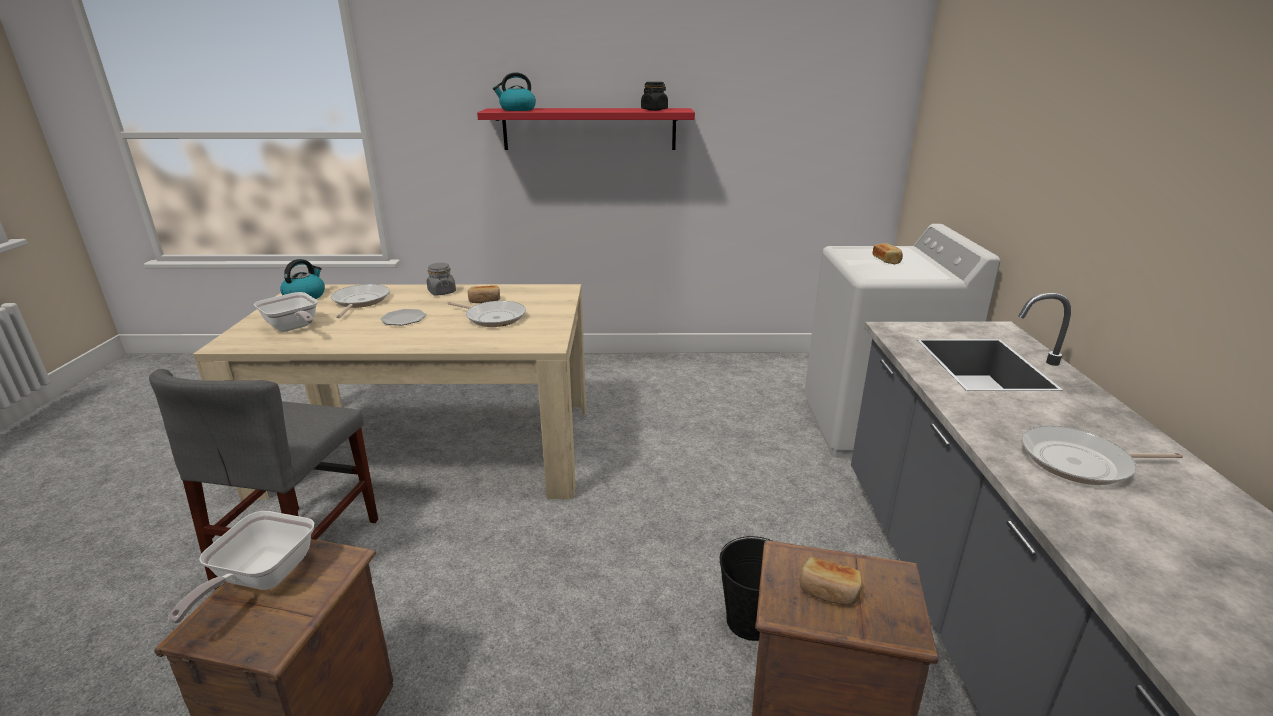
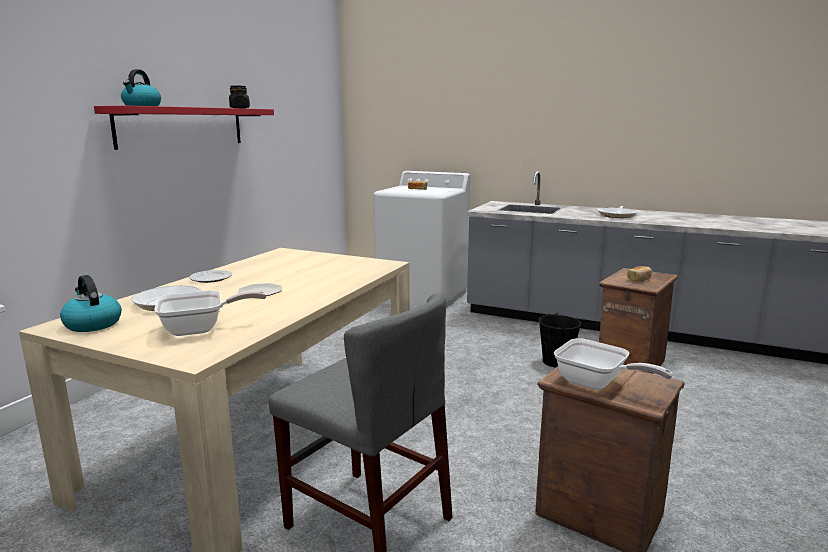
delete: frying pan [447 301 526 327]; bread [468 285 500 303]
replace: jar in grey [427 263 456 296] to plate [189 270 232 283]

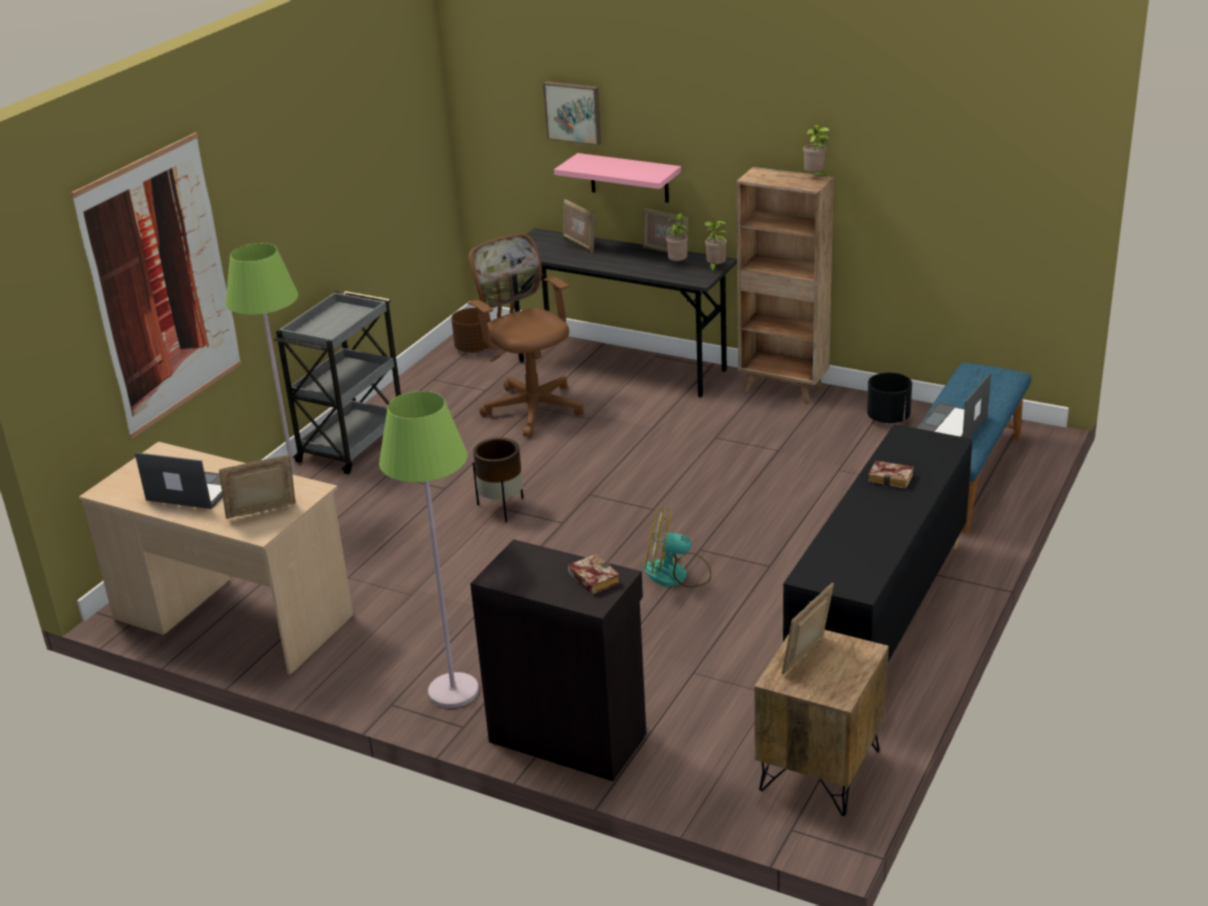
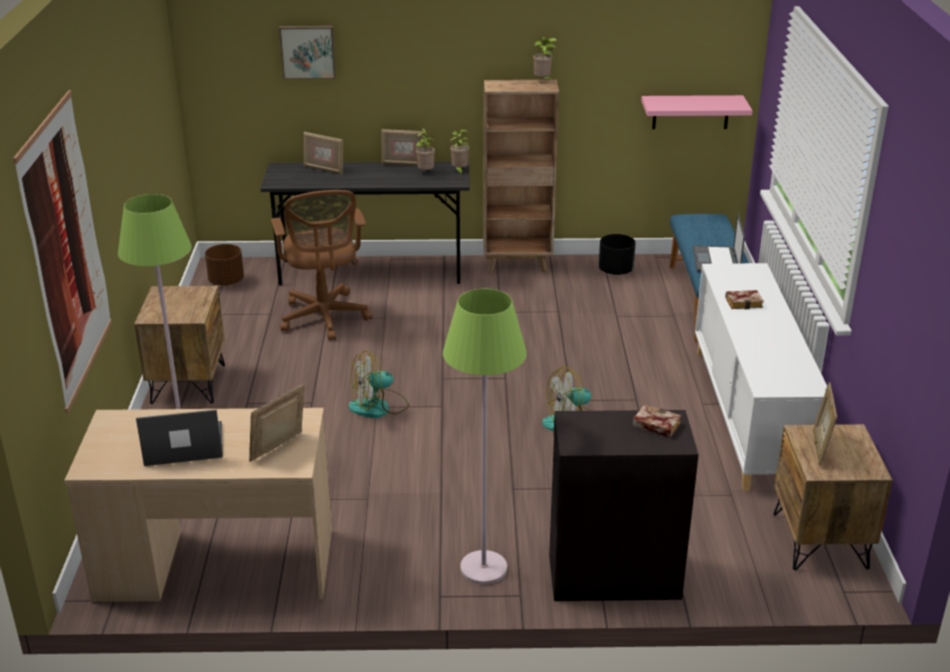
move: shelf in pink [554 153 681 203] to [641 95 753 129]
replace: cart in grey [274 291 401 474] to nightstand in brown [134 286 225 404]; planter in brown [473 438 523 522] to fan [348 351 409 418]
recolor: cabinet in black [783 424 973 662] to cabinet in white [695 263 827 491]
rotate: office chair in brown [468 234 584 438] = [271 190 372 341] 135 degrees counterclockwise

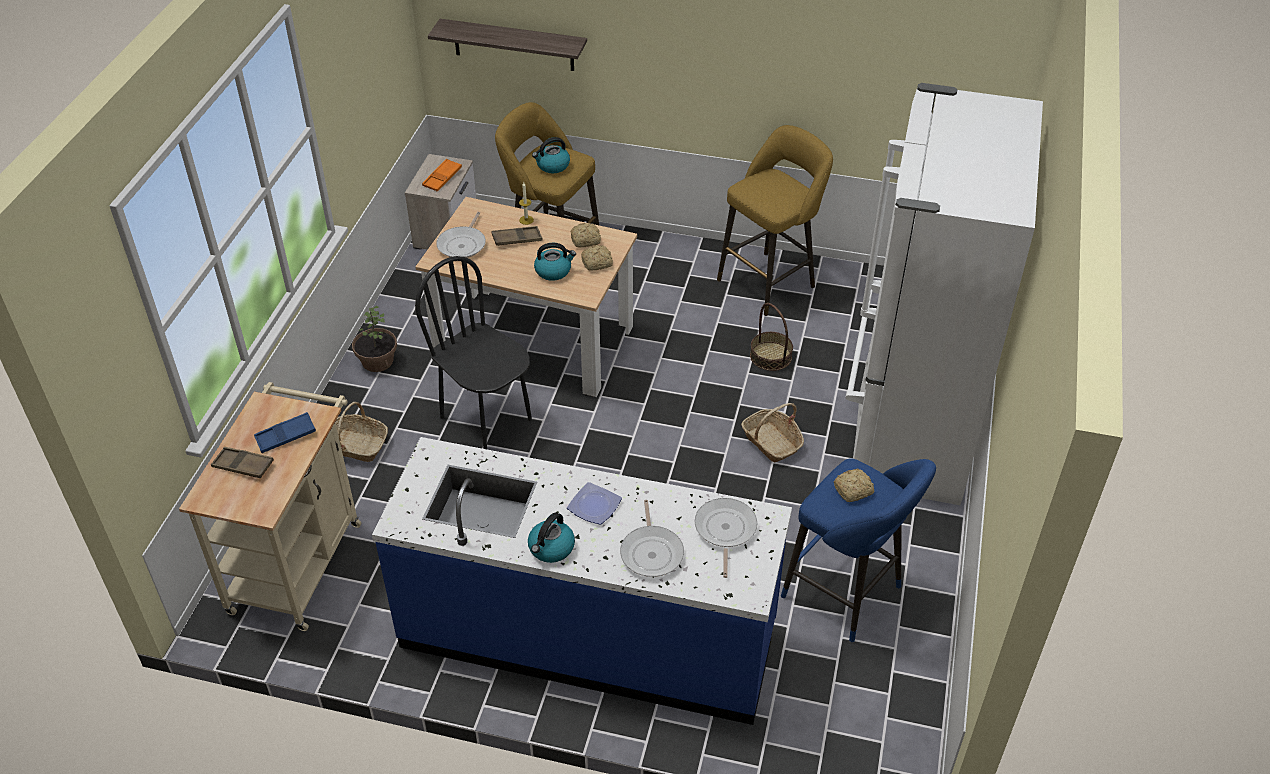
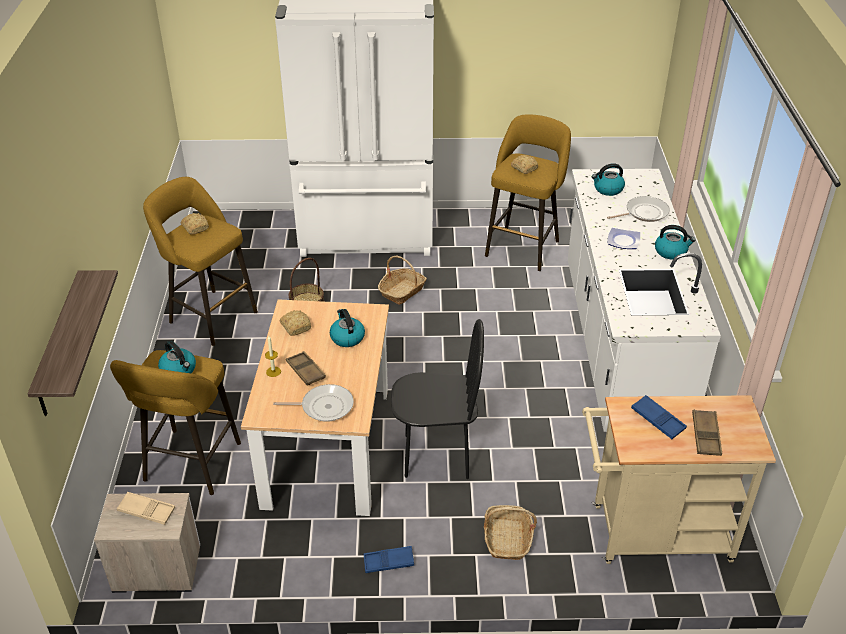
move: bread [581 245 613 271] to [181 213 209 235]
replace: potted plant [352 306 397 372] to tray in blue [364 546 414 573]; frying pan [695 498 758 578] to kettle [592 163 625 196]
recolor: tray in orange [422 159 462 191] to tray in beige [117 492 175 525]; stool in blue [781 458 936 642] to stool in yellow [485 114 571 271]; counter in blue [372 437 792 725] to counter in white [568 169 721 432]
rotate: chair in black [415 256 532 449] = [391 319 484 479] 120 degrees counterclockwise

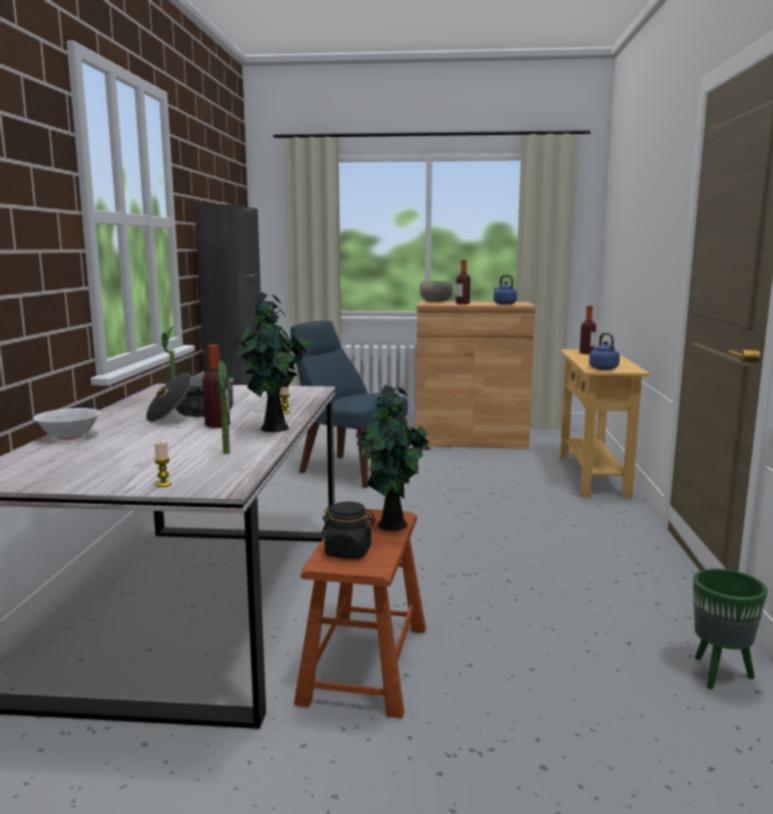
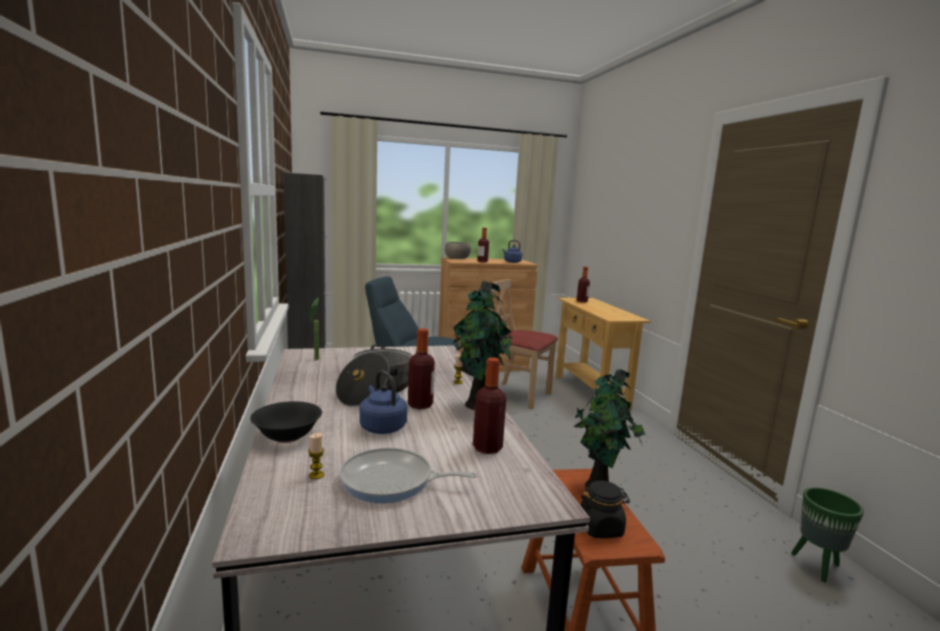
insert: frying pan [339 448 478 503]; chair in beige [490 279 558 409]
move: candle [154 441 172 487] to [308 433 324 479]; kettle in blue [589 333 620 370] to [359 371 407 434]
replace: potted plant [217 360 236 454] to bottle [473 357 506 454]
recolor: bowl in white [33 408 101 440] to bowl in black [250 401 322 443]

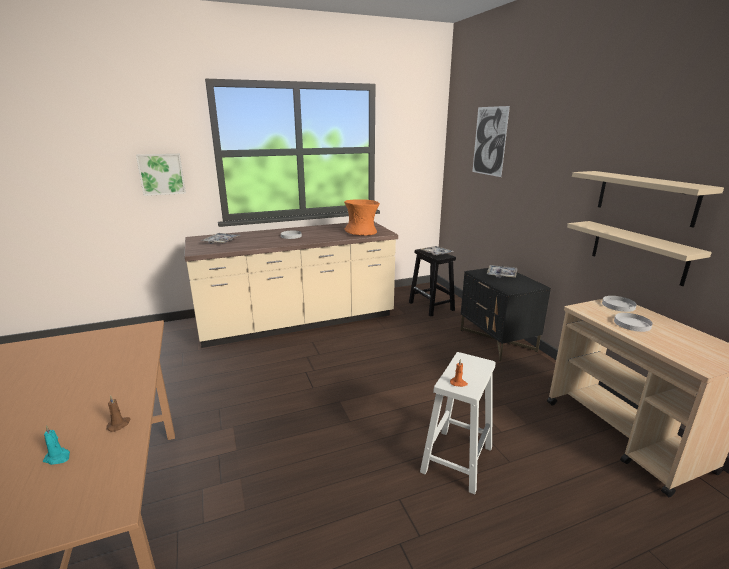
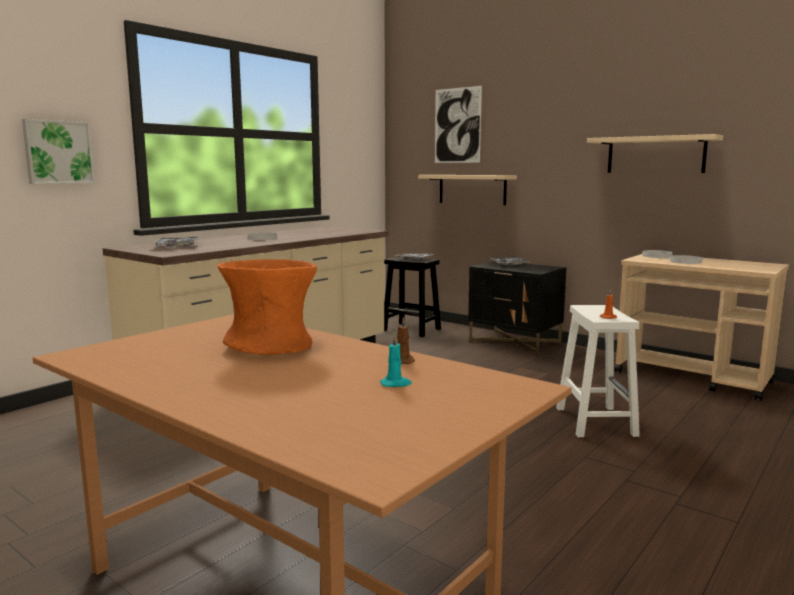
move: vase in orange [344 199 380 236] to [217 259 317 355]; shelf in beige [567 221 712 286] to [418 175 517 205]

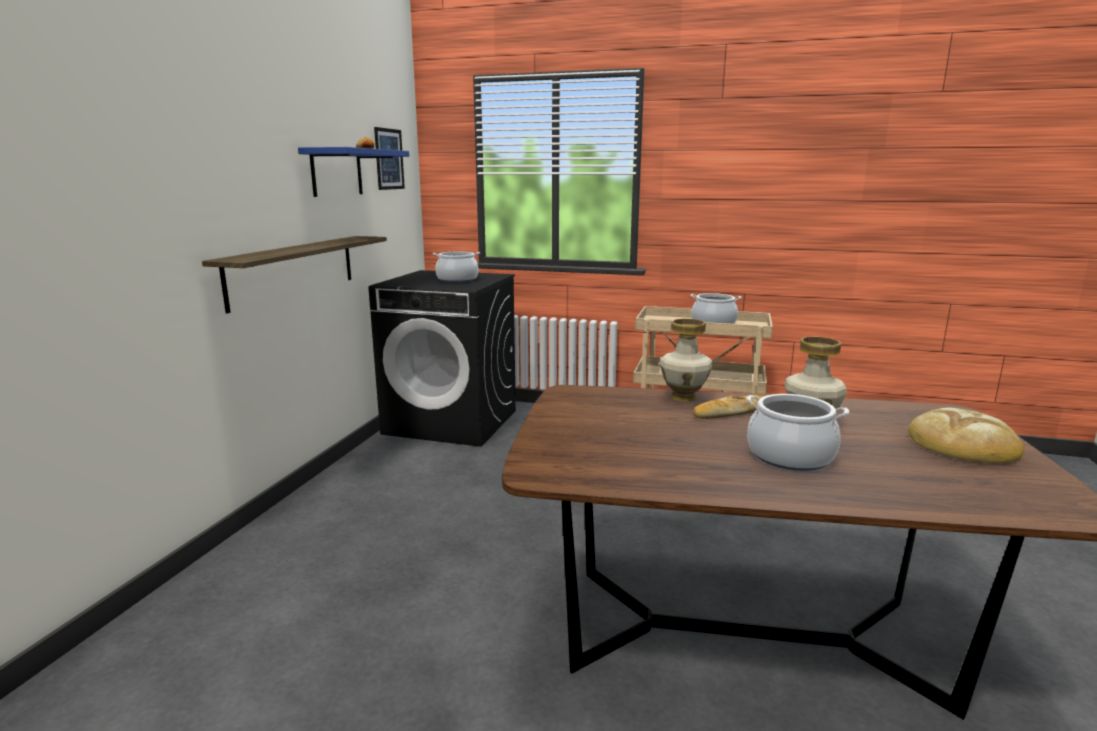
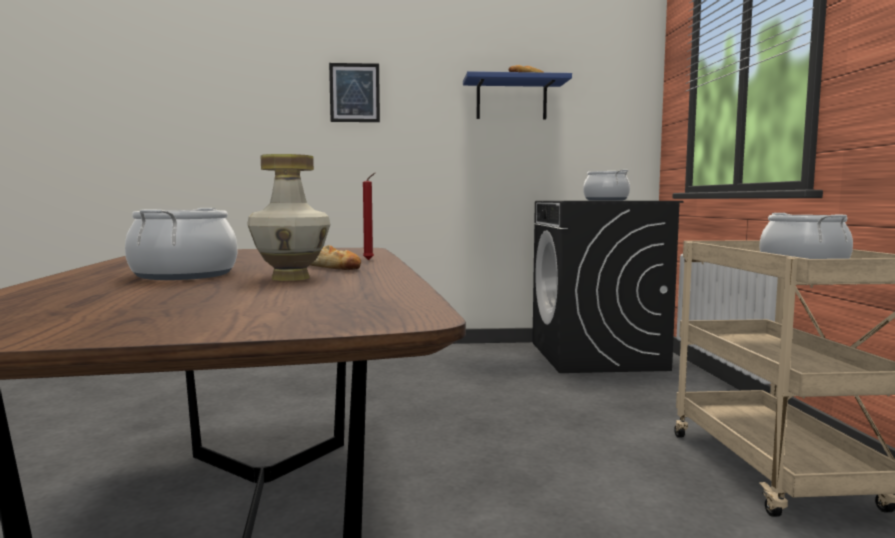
delete: shelf [202 236 387 313]; bread [909 408 1024 463]
move: picture [374 127 405 190] to [329 63 380 122]
replace: vase [659 318 713 402] to candle in red [363 173 375 260]

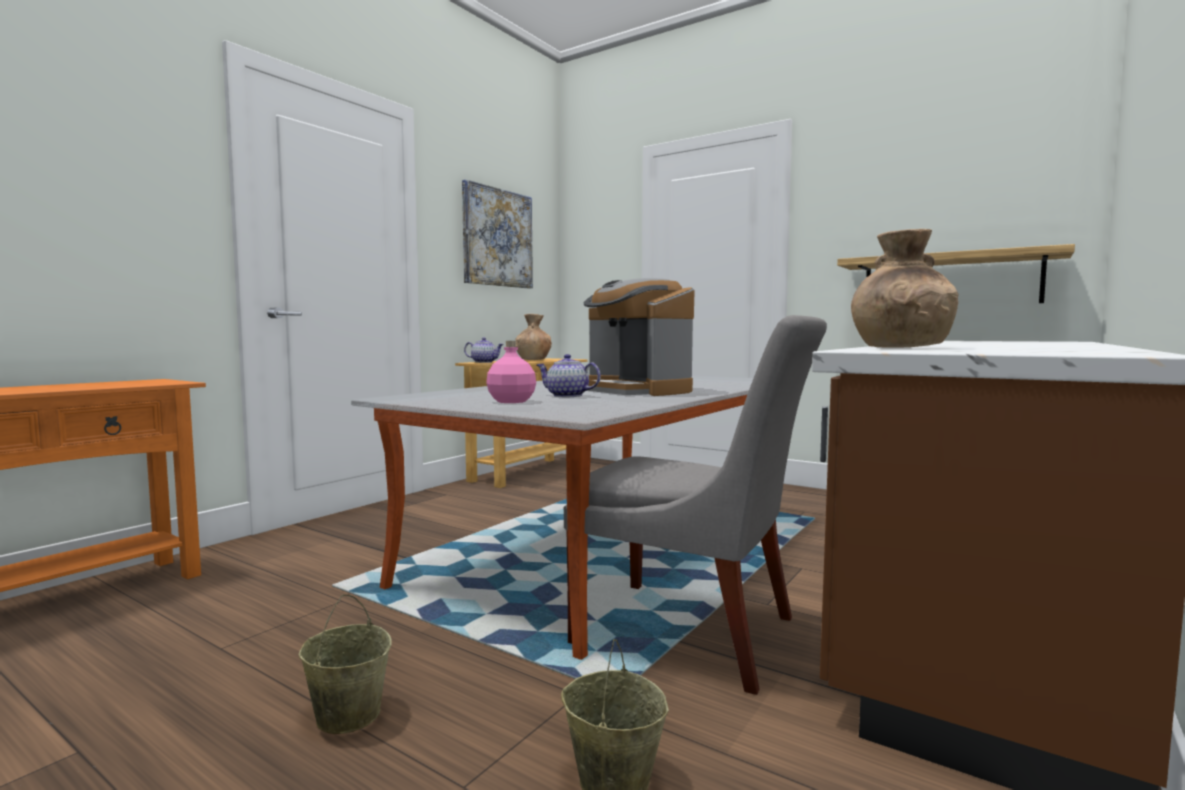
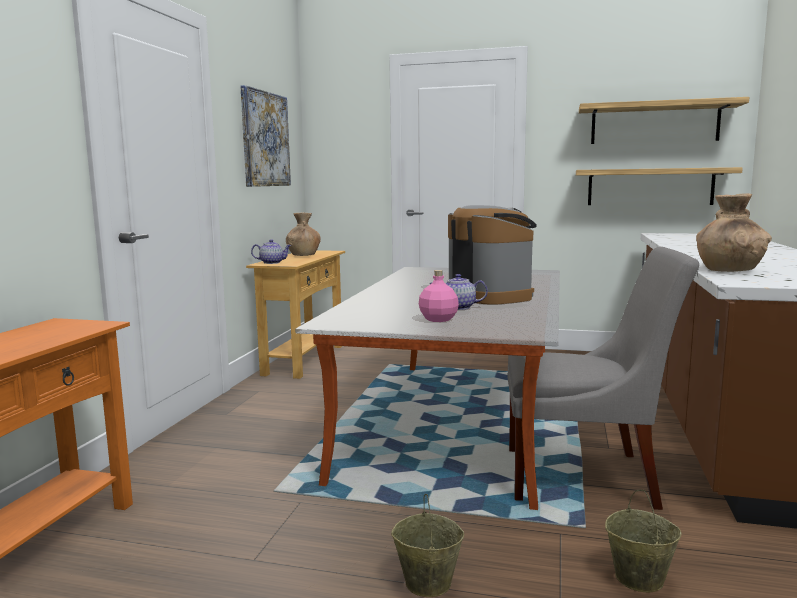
insert: shelf [579 97 749 144]
rotate: coffee machine [583 278 694 396] = [448 205 537 305] 150 degrees counterclockwise

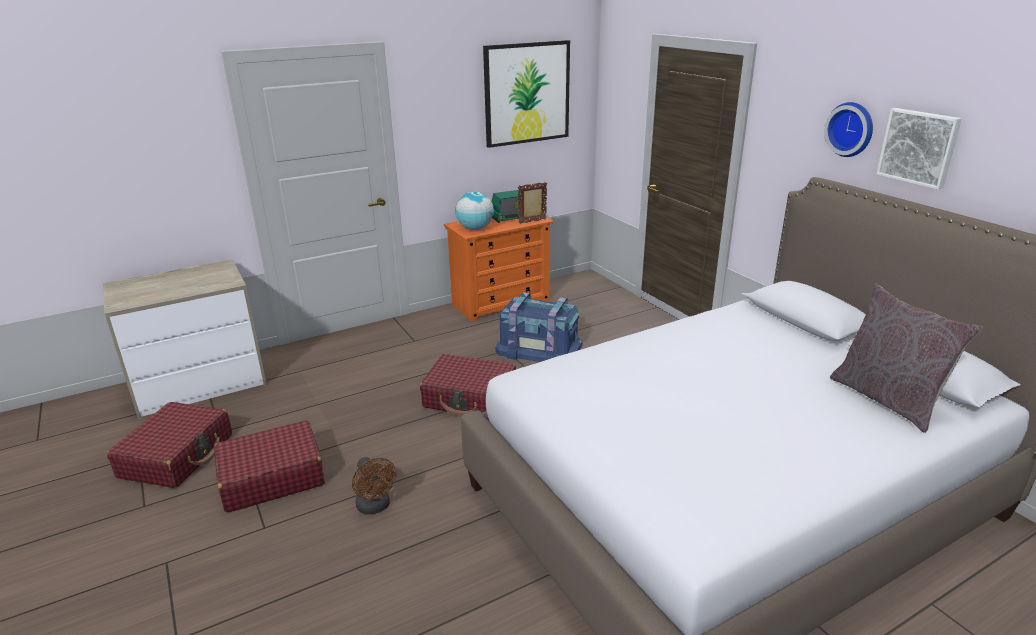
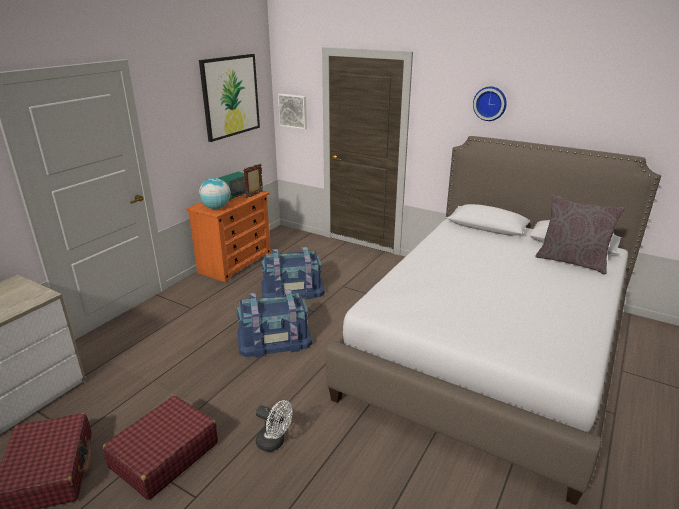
move: picture [876 108 962 189] to [278 94 307 129]
replace: suitcase in red [420 354 516 417] to storage box in blue [237 289 312 357]
recolor: fan in brown [352 457 397 515] to fan in white [256 400 293 452]

